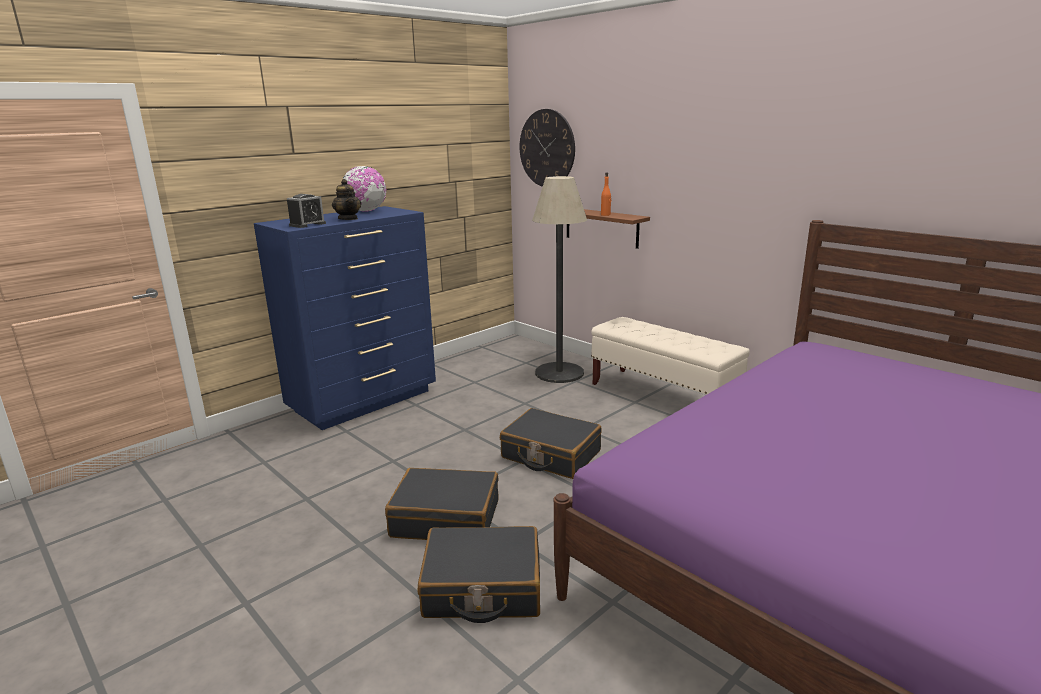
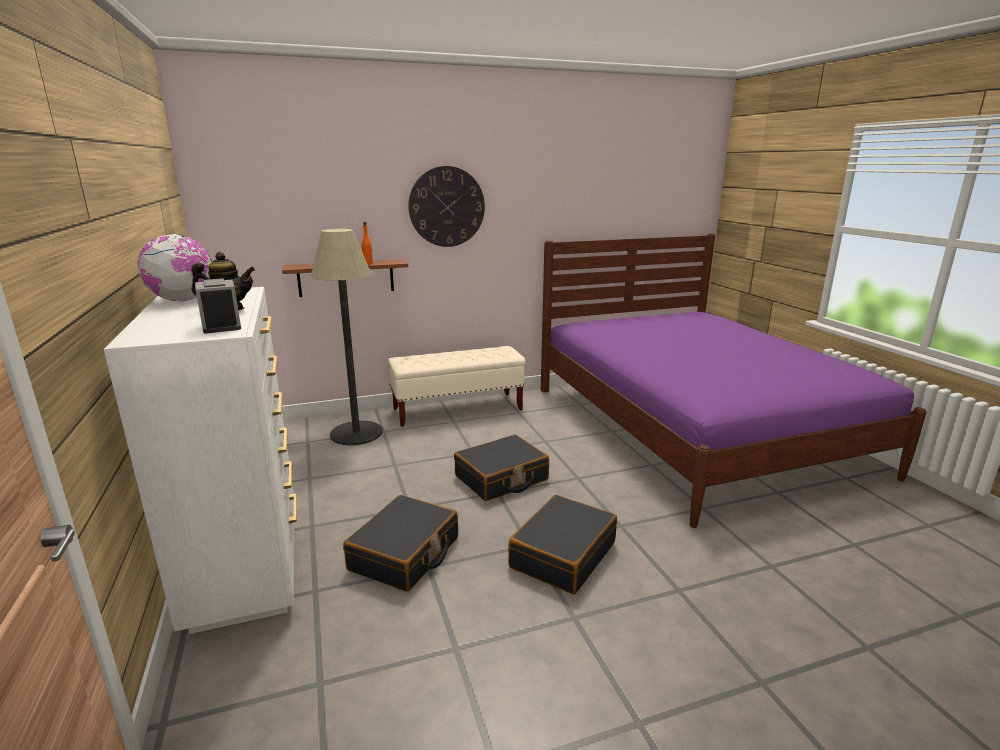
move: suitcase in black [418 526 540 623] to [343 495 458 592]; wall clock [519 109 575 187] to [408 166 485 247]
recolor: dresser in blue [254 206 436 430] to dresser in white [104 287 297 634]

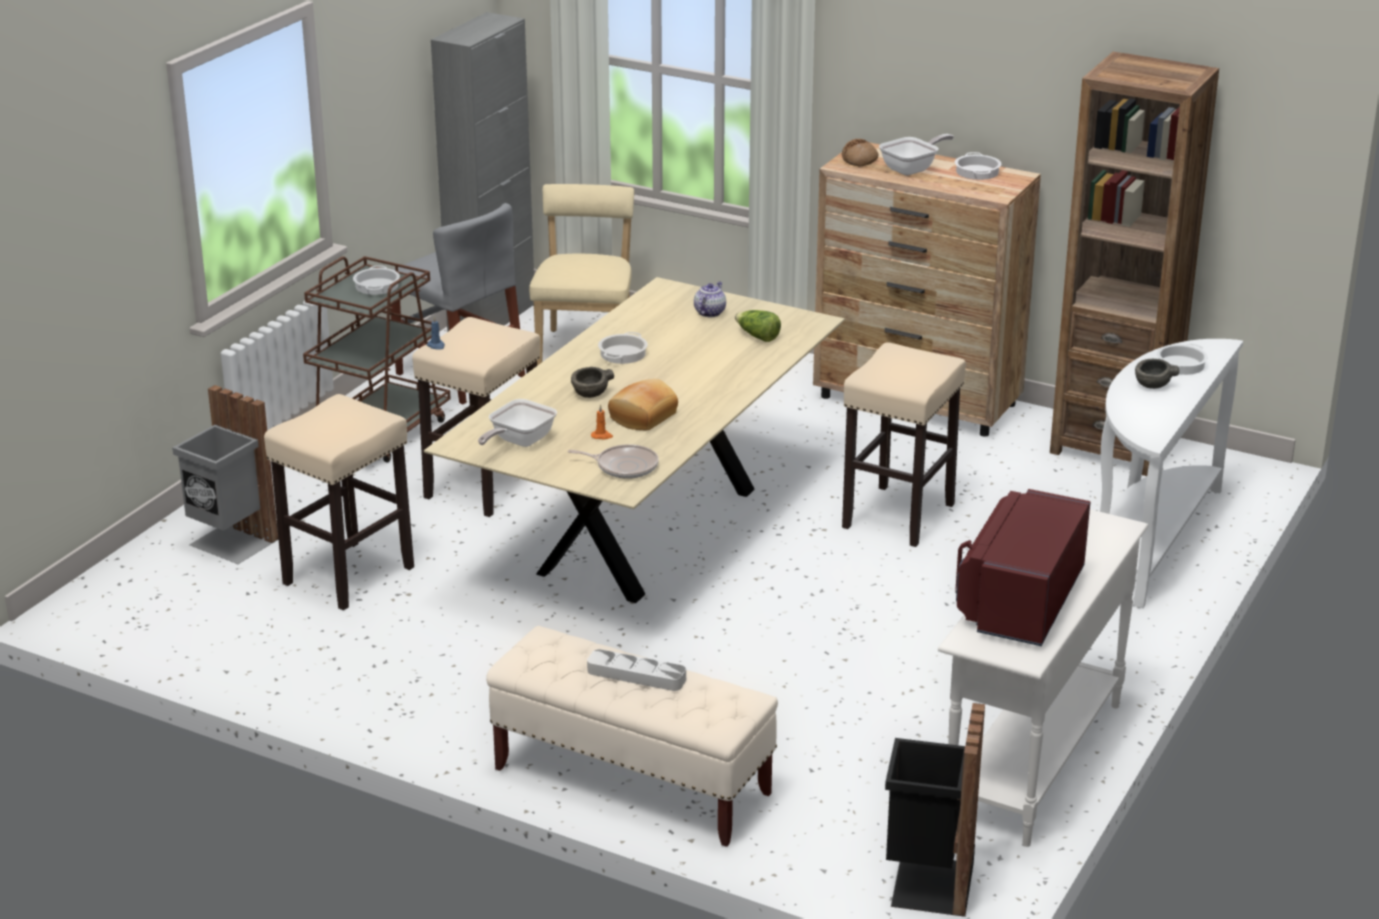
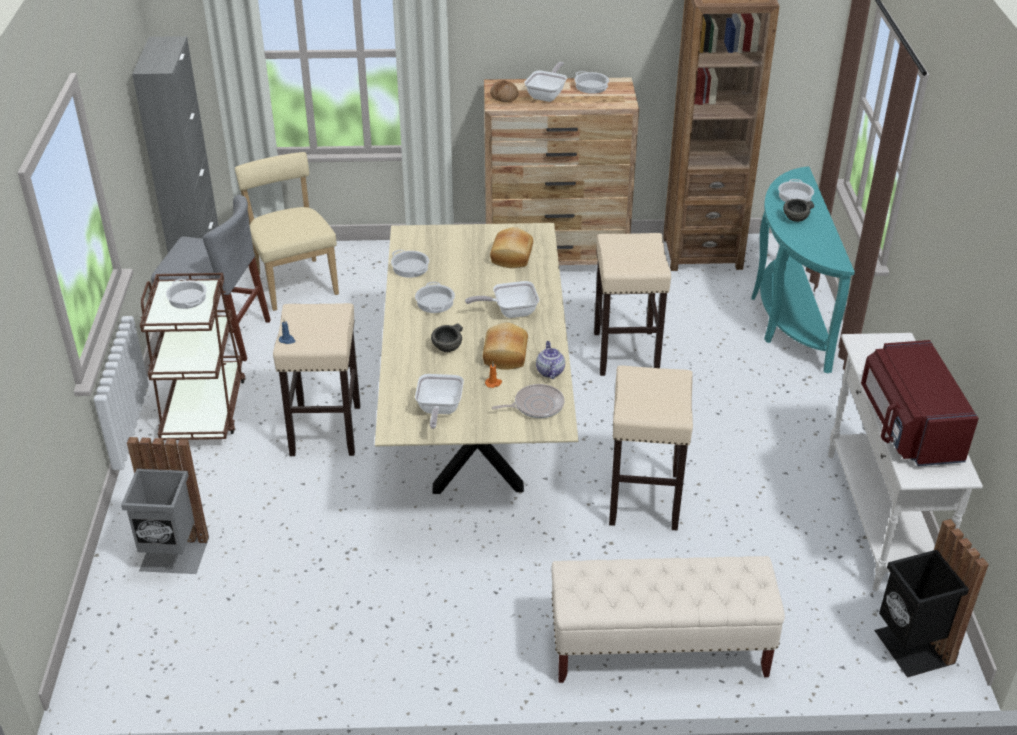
delete: tray in grey [587 649 686 691]
insert: cooking pot [391 250 429 278]; frying pan [465 281 539 318]
move: teapot [694 282 726 317] to [536 341 565 379]; stool in beige [264 394 414 610] to [609 366 693 530]
replace: lettuce [735 310 781 342] to bread [490 227 533 268]
recolor: console table in white [1100 339 1243 608] to console table in turquoise [751 167 855 373]

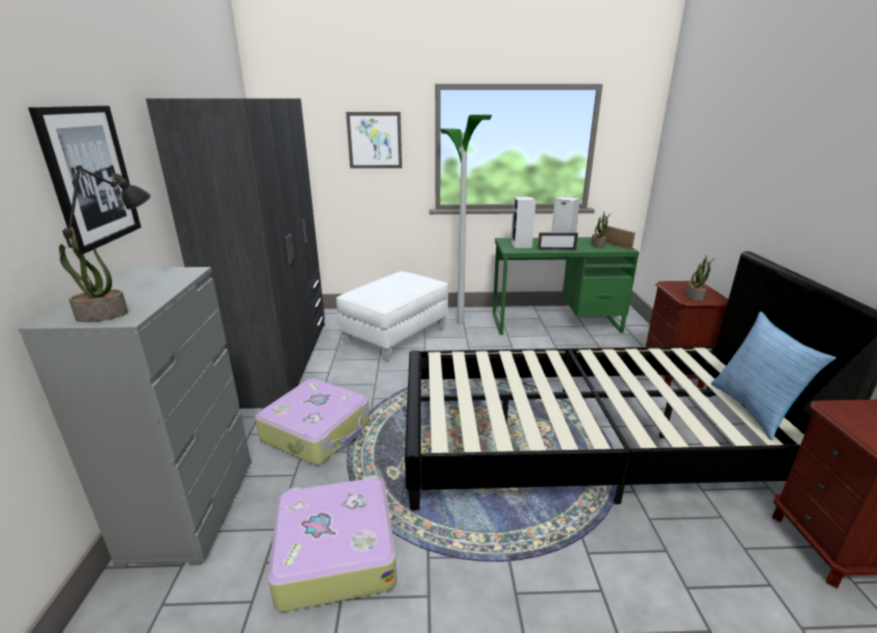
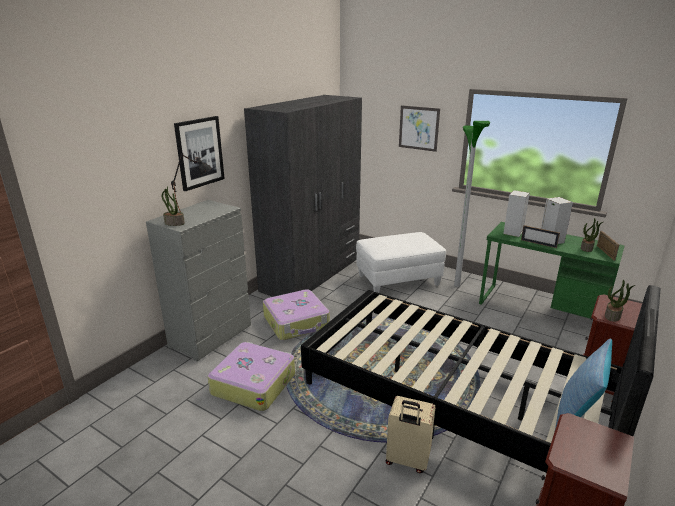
insert: suitcase in beige [386 396 435 473]

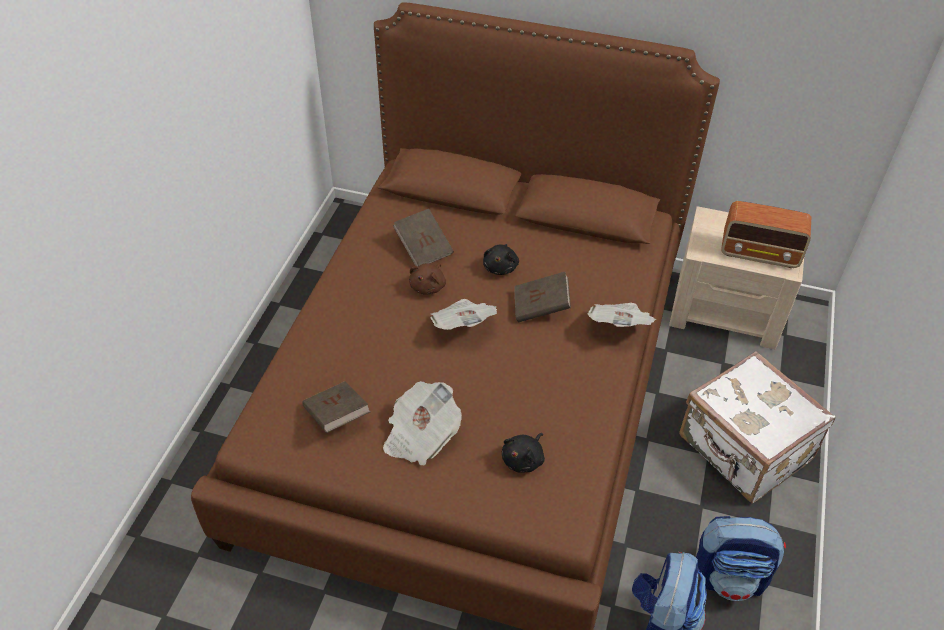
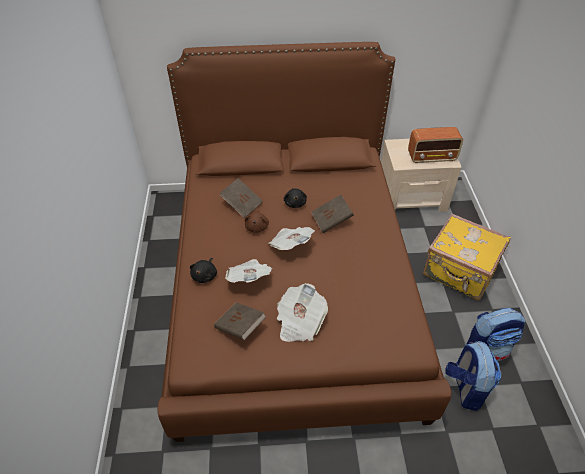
move: plush toy in black [502 433 545 472] to [190 258 217 283]; newspaper [588 303 656 327] to [225 259 272 283]
recolor: suitcase in white [679 351 835 503] to suitcase in yellow [423 213 511 301]

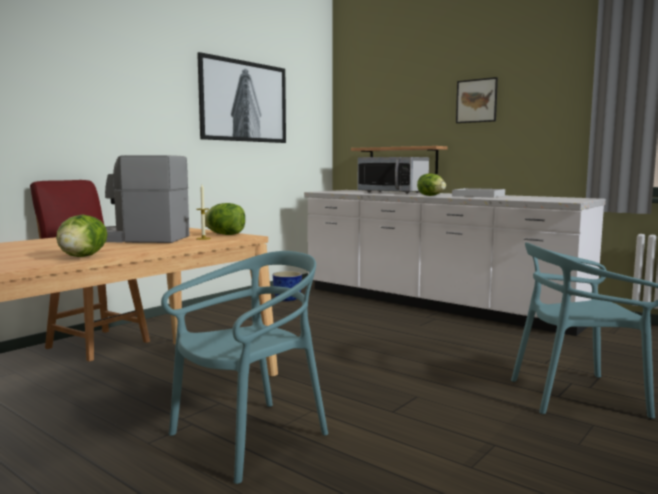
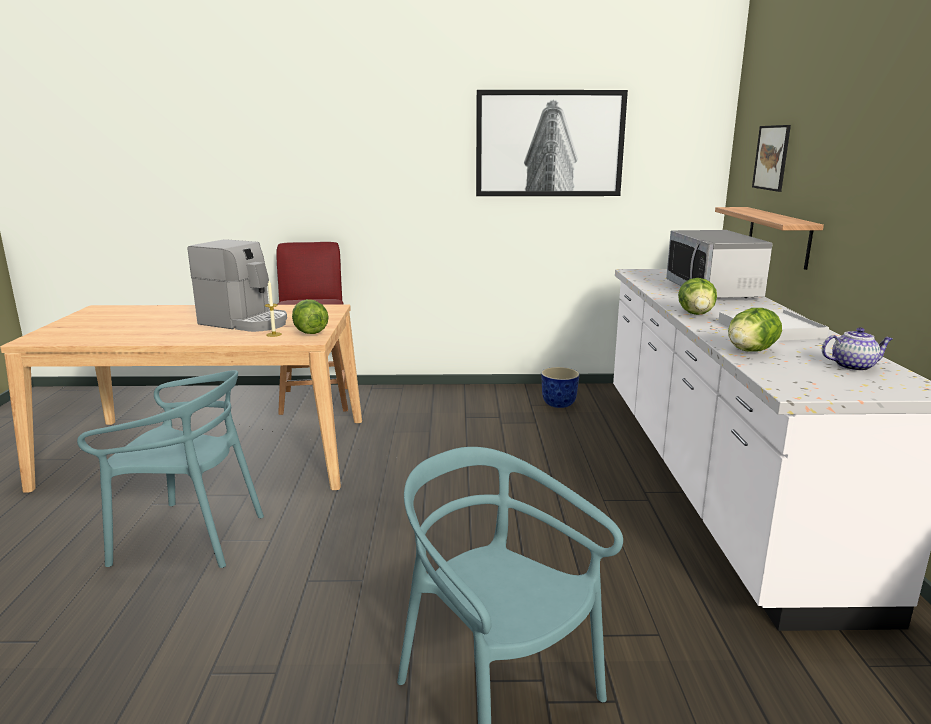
insert: teapot [822 328 893 371]
move: lettuce [56 214 107 257] to [728 308 782 352]; picture [456 77 498 123] to [752 125 791 192]
rotate: coffee machine [105 155 189 243] = [188 239 287 332] 150 degrees clockwise

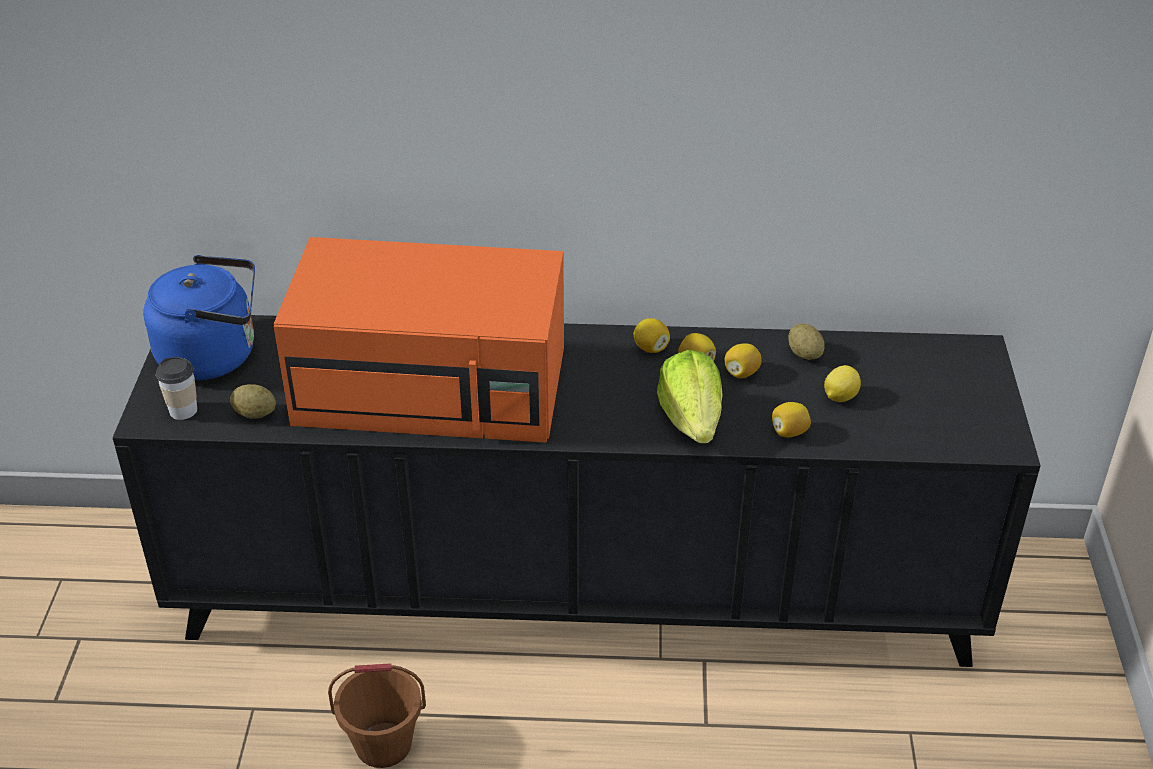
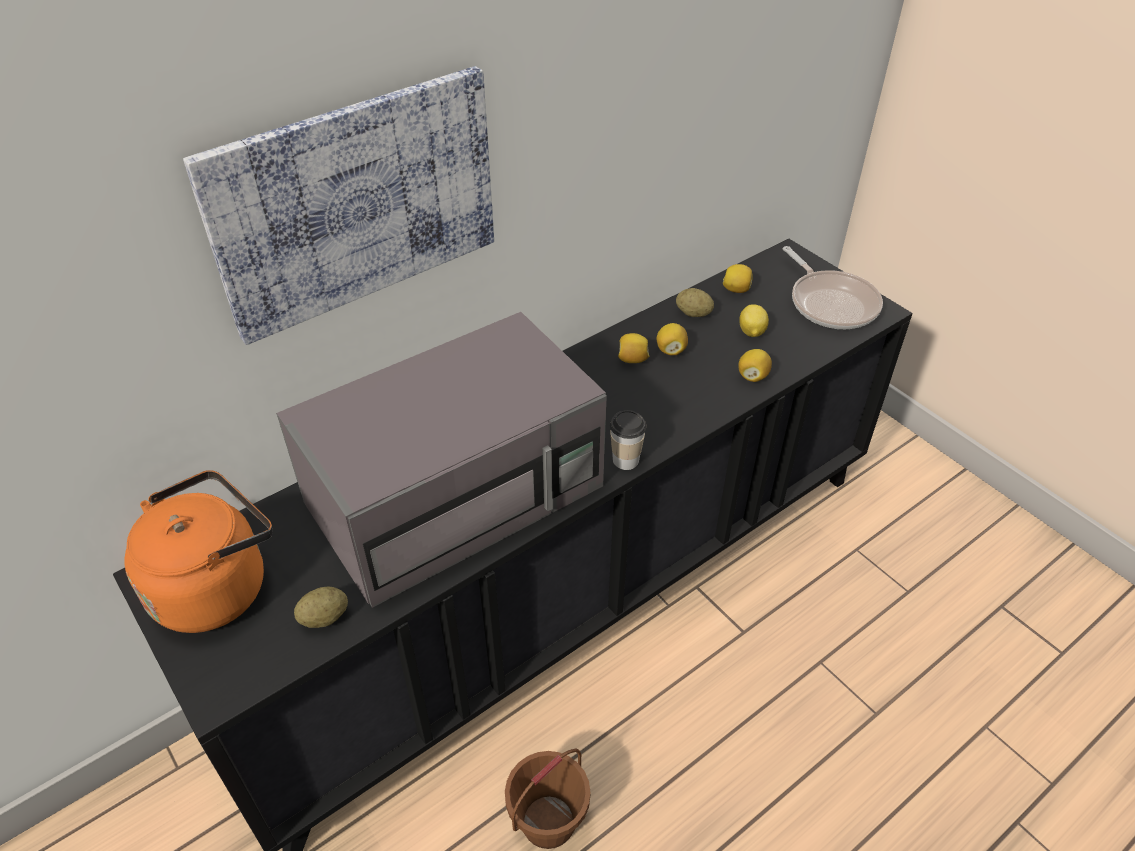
delete: lettuce [657 350 723 443]
insert: picture [183 66 494 345]; frying pan [783 246 883 329]
move: cup [156 357 197 420] to [610 410 646 470]; lemon [633 318 670 353] to [723 264 753 293]
recolor: kettle in blue [143 255 255 380] to kettle in orange [124 470 272 633]; microwave in orange [274 237 564 443] to microwave in grey [276 312 607 608]

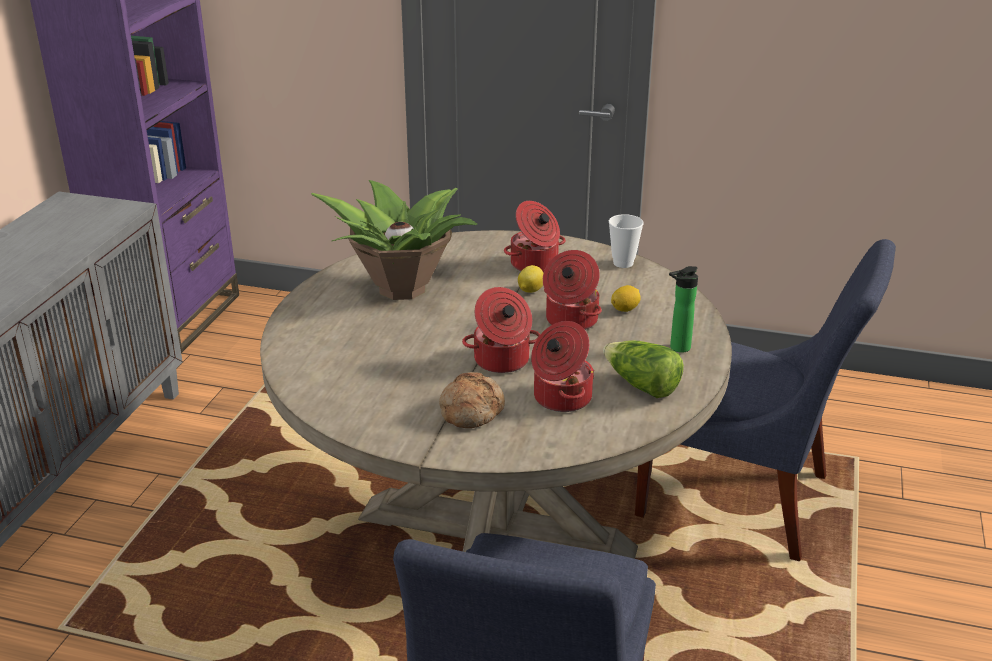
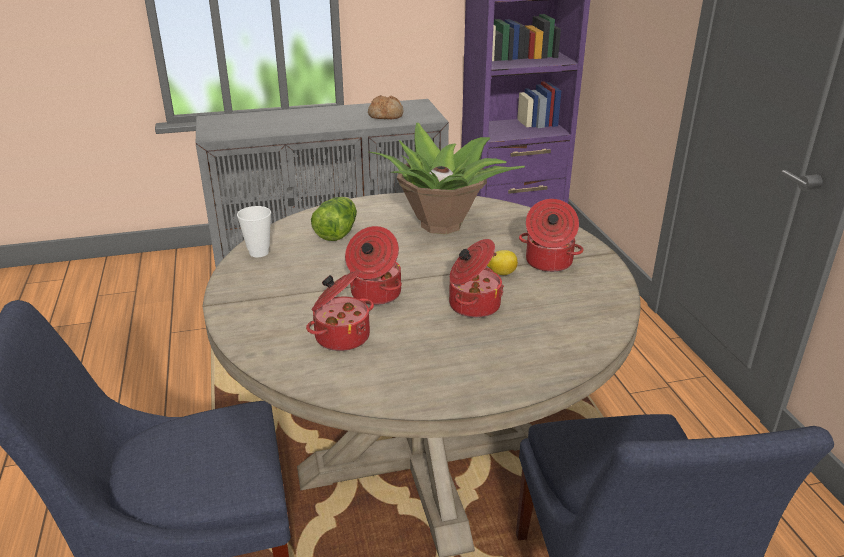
delete: lemon [611 285 641 312]; bottle [669 266 698 353]
move: cup [609 214 644 268] to [237 206 271 257]; lettuce [603 340 684 398] to [311 197 357 241]; bread [439 372 505 428] to [368 95 403 119]

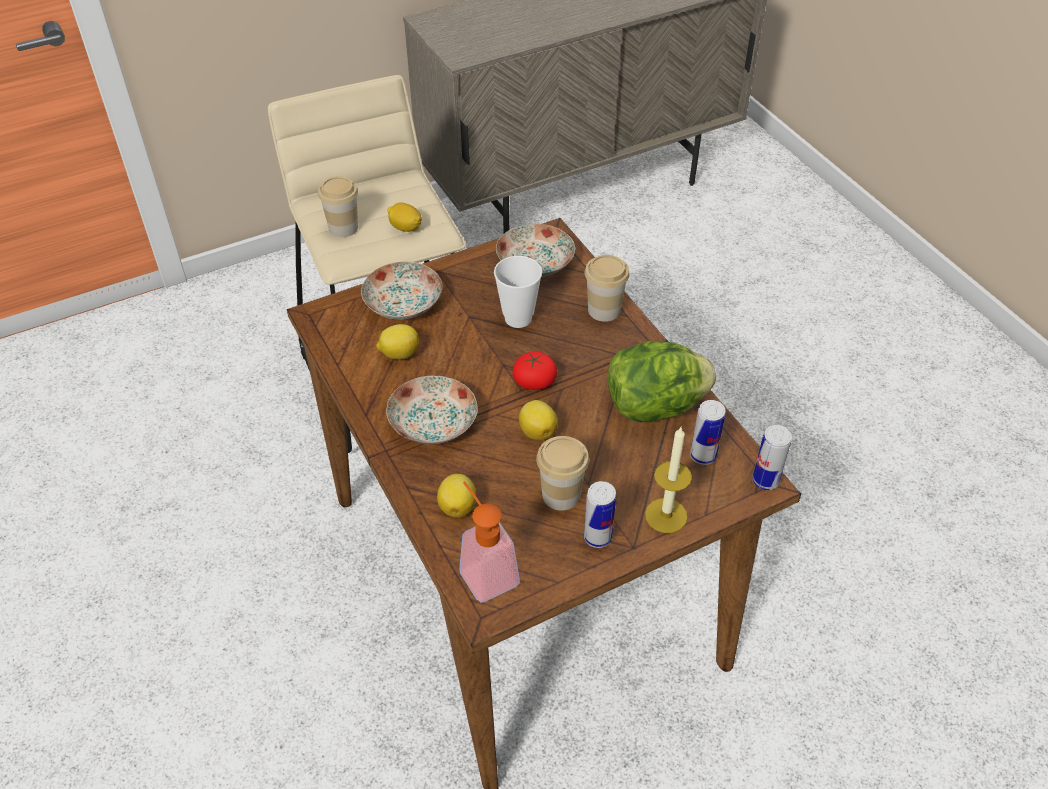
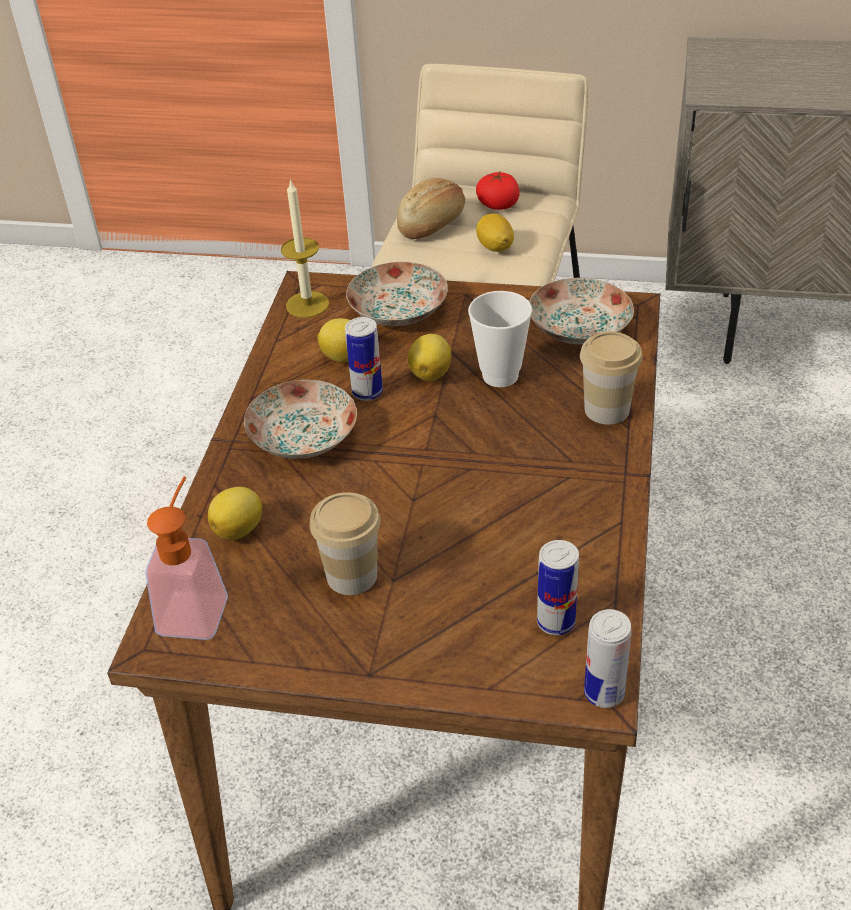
delete: lettuce [608 341 716 422]
move: candle [645 427 692 533] to [281 179 329 318]; can [584 481 616 548] to [345 317 383 401]; lemon [519 400 558 440] to [408 334 451 381]; tomato [513 351 557 390] to [476 172 520 210]
replace: cup [318 176 358 237] to bread [397 178 465 239]

